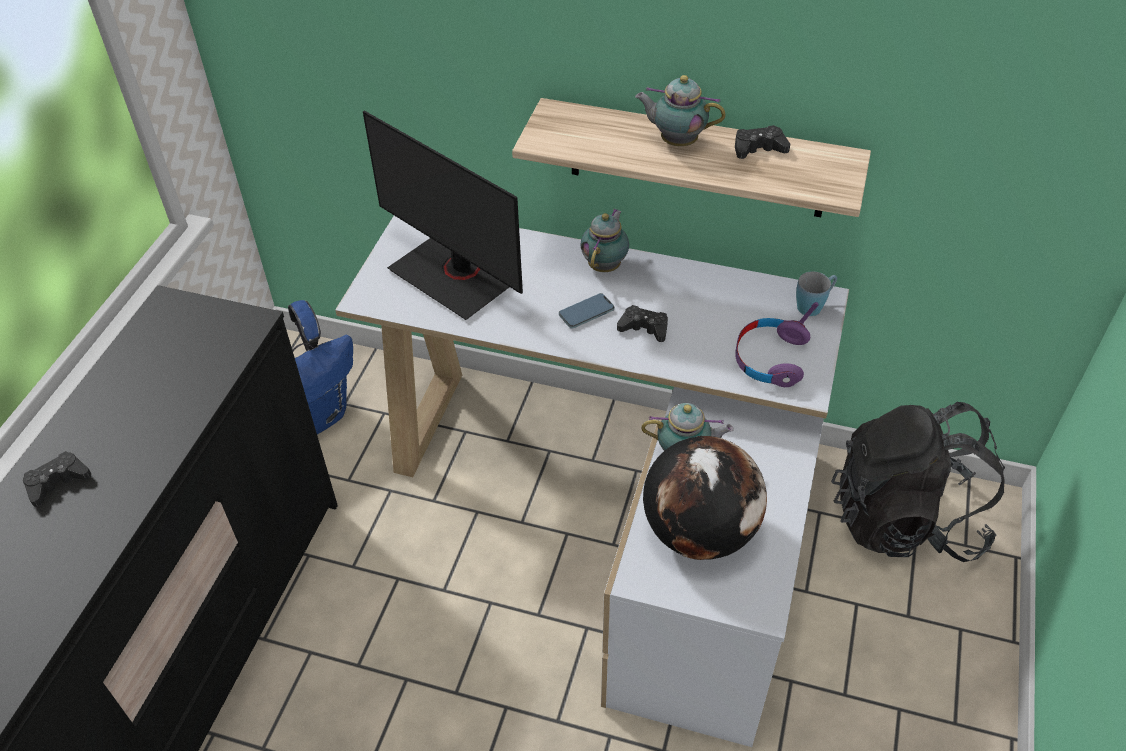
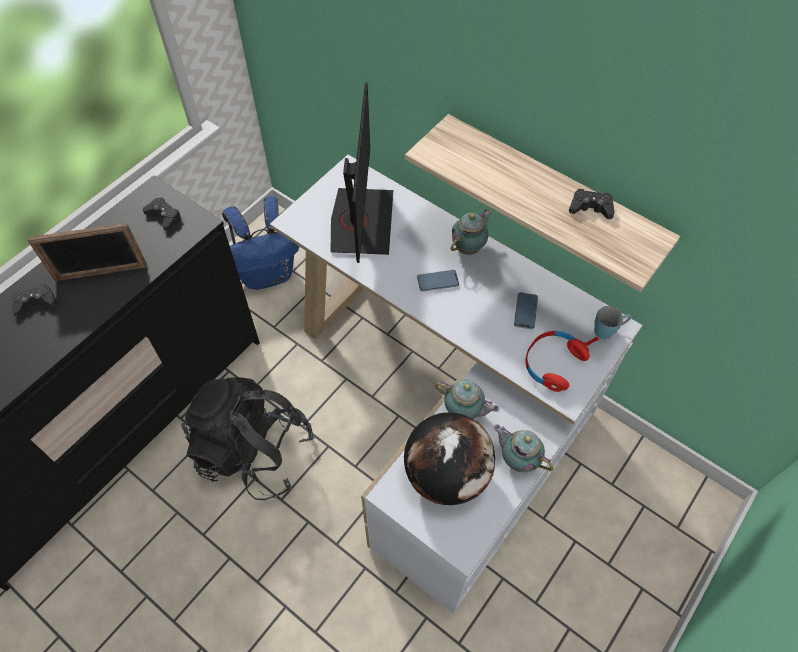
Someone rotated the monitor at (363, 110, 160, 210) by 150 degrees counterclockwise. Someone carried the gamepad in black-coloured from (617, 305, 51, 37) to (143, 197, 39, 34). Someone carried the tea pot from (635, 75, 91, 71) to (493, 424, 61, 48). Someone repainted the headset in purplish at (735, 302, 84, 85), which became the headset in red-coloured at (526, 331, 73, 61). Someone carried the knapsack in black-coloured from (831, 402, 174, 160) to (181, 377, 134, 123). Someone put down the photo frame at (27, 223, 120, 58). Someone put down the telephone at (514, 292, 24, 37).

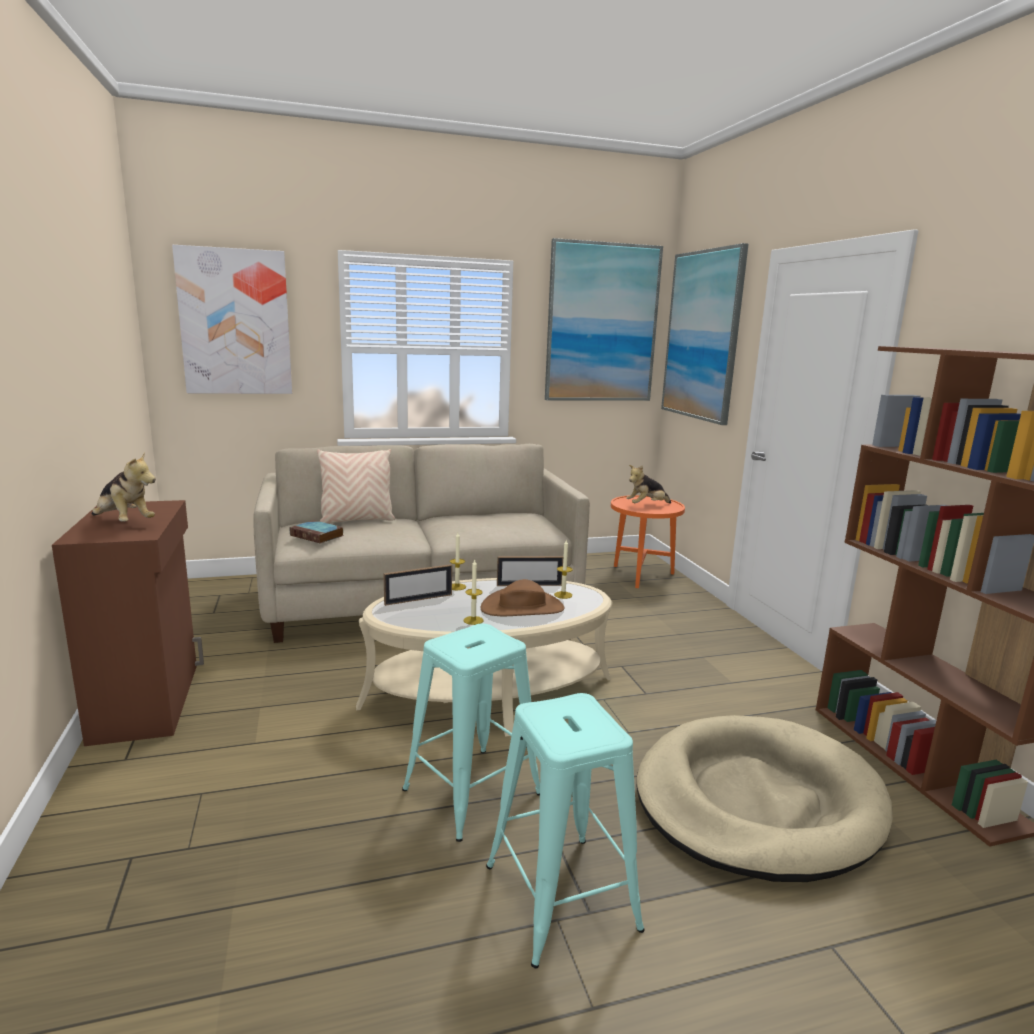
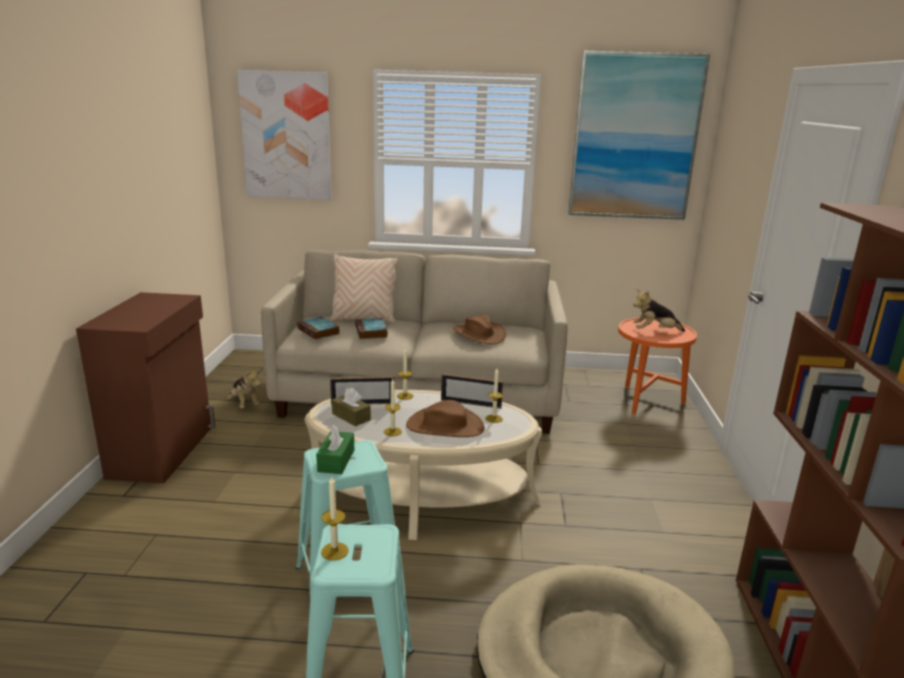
Someone carried the soft toy from (91, 452, 65, 70) to (227, 368, 34, 40). Someone took away the wall art at (661, 243, 87, 182). Someone put down the box of tissues in greenish at (316, 425, 38, 49). Someone put down the candle at (321, 475, 28, 86). Someone put down the box of tissues in brown at (332, 388, 39, 39). Someone put down the book at (355, 318, 33, 21). Someone put down the clothing hat in brown at (453, 315, 53, 29).

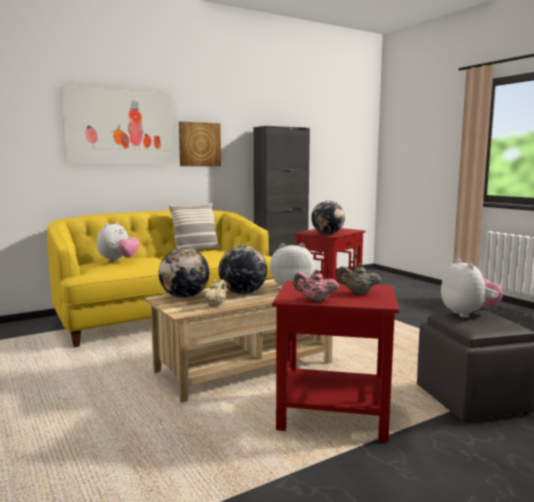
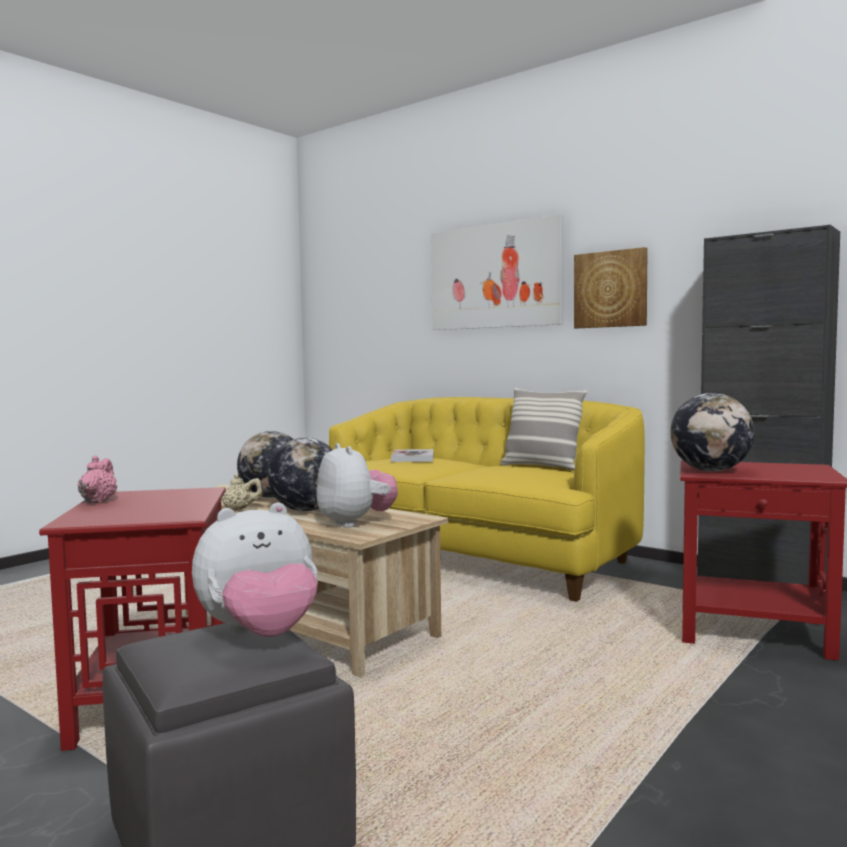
Someone swapped the soft toy at (97, 222, 42, 40) for the book at (391, 449, 43, 13). Someone took away the tea pot in beige-coloured at (337, 263, 44, 32).

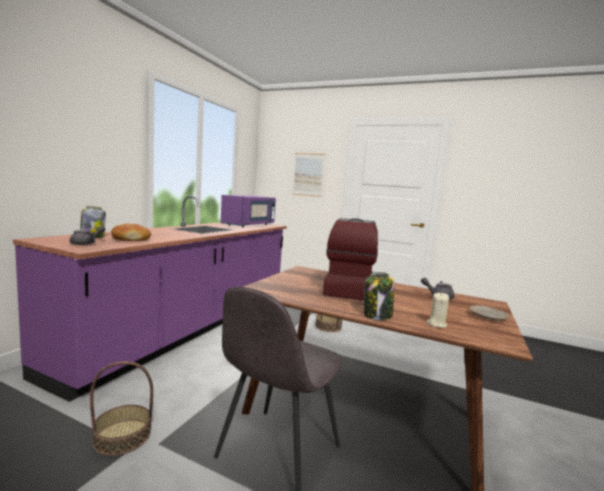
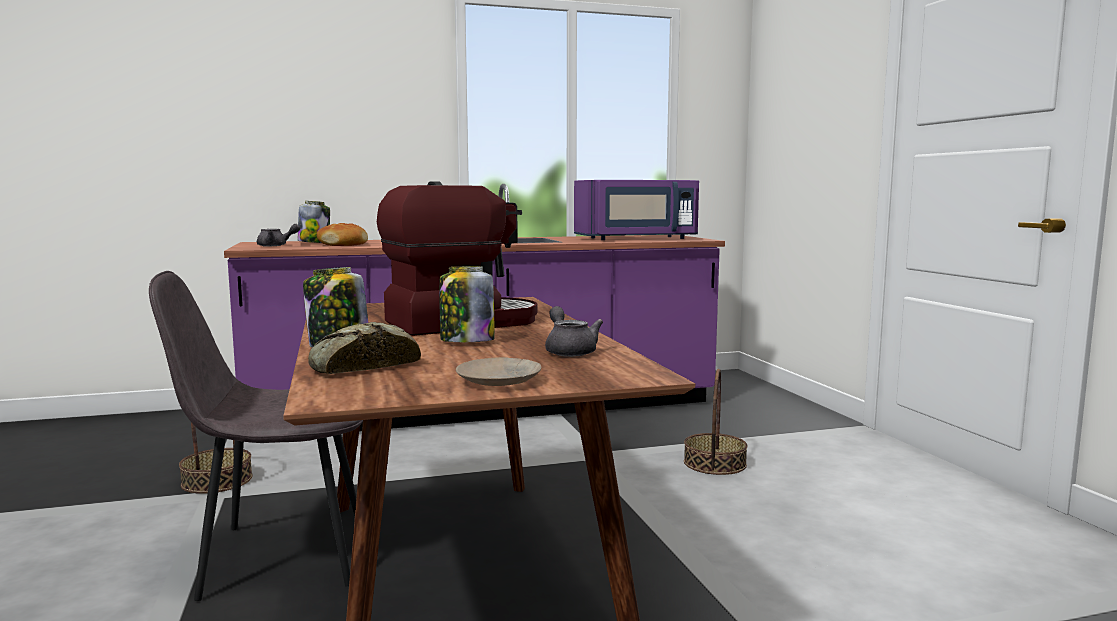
Someone took away the wall art at (292, 153, 33, 44). Someone swapped the candle in beige-coloured at (427, 292, 22, 36) for the baked bread at (308, 322, 113, 52). Someone put down the preserve jar at (439, 266, 56, 76).

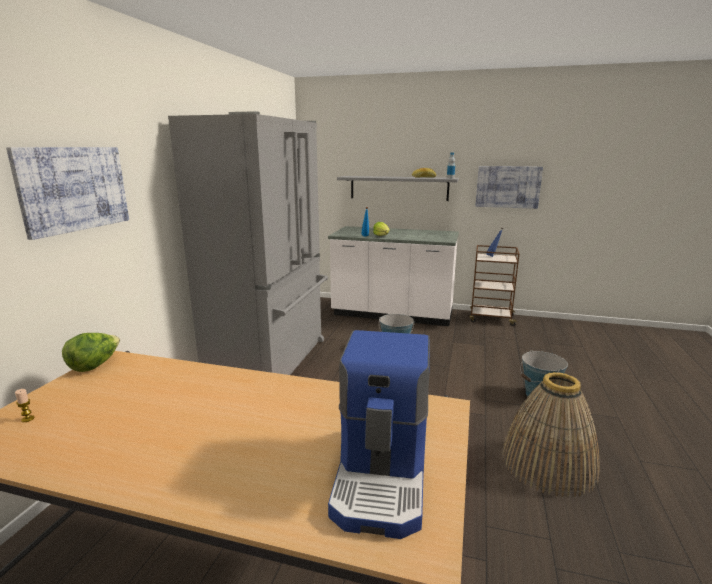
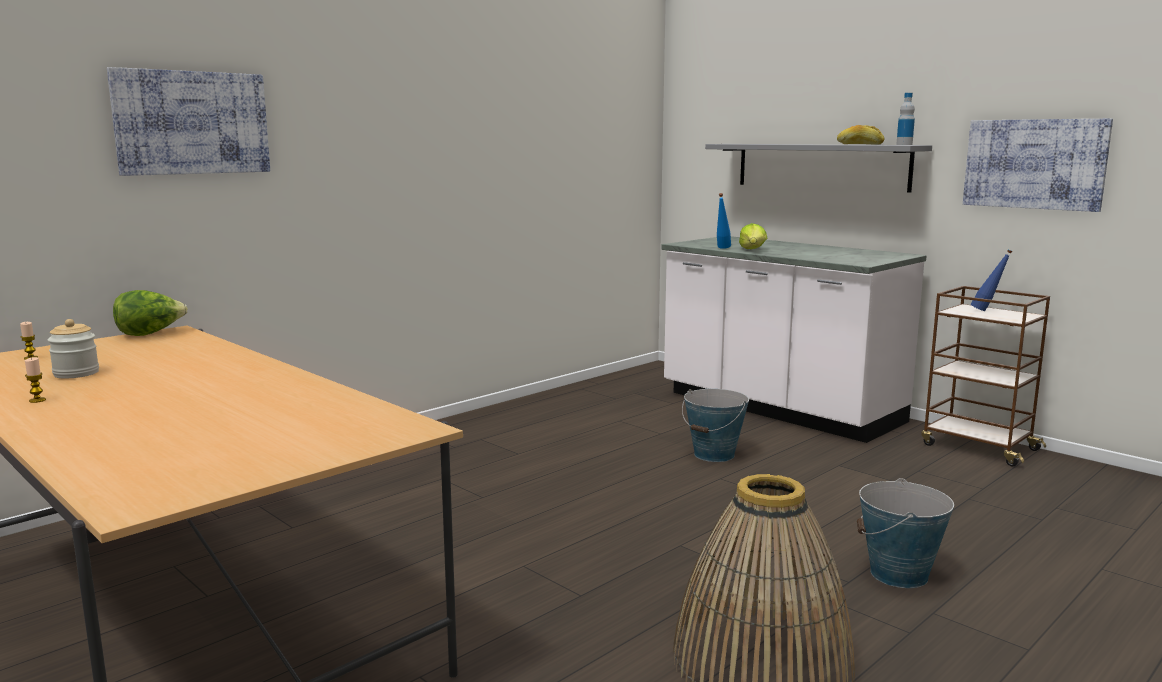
Someone took away the kitchen fridge in gray at (168, 111, 160, 264). Someone took away the coffee brewer at (328, 330, 102, 209). Someone put down the candle at (25, 357, 21, 46). Someone put down the preserve jar at (48, 319, 51, 59).

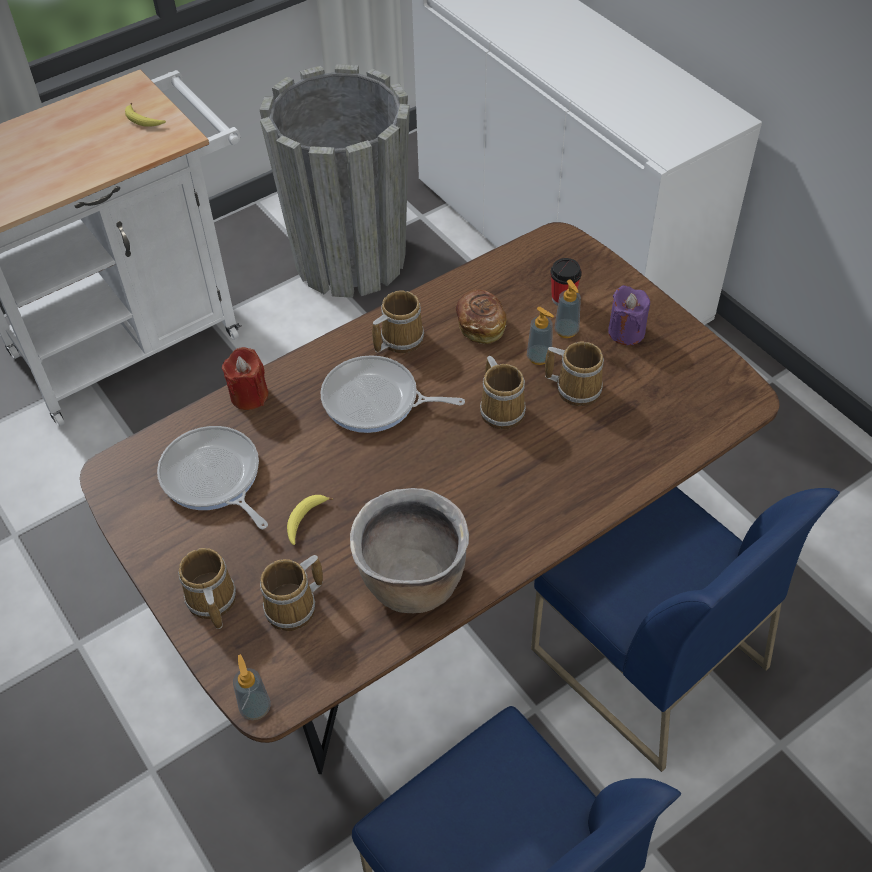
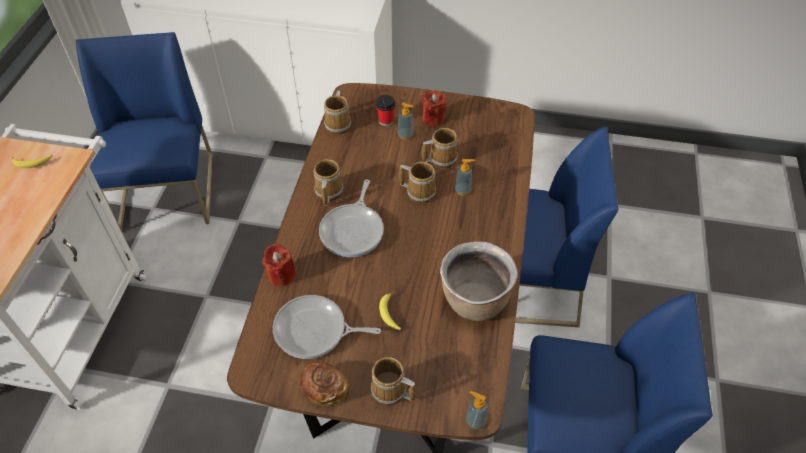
Someone swapped the plant pot in gray at (260, 64, 150, 234) for the chair in blue-coloured at (76, 32, 137, 200). Someone carried the tea mug from (260, 555, 63, 76) to (324, 91, 27, 44). Someone rotated the skillet at (321, 355, 144, 78) by 45 degrees counterclockwise. Someone carried the baked bread from (456, 290, 51, 54) to (299, 362, 50, 44). Someone carried the liquid soap bottle from (527, 307, 27, 58) to (455, 159, 20, 37). Someone repainted the candle in purplish at (608, 285, 42, 60), which became the candle in red-coloured at (422, 90, 24, 36).

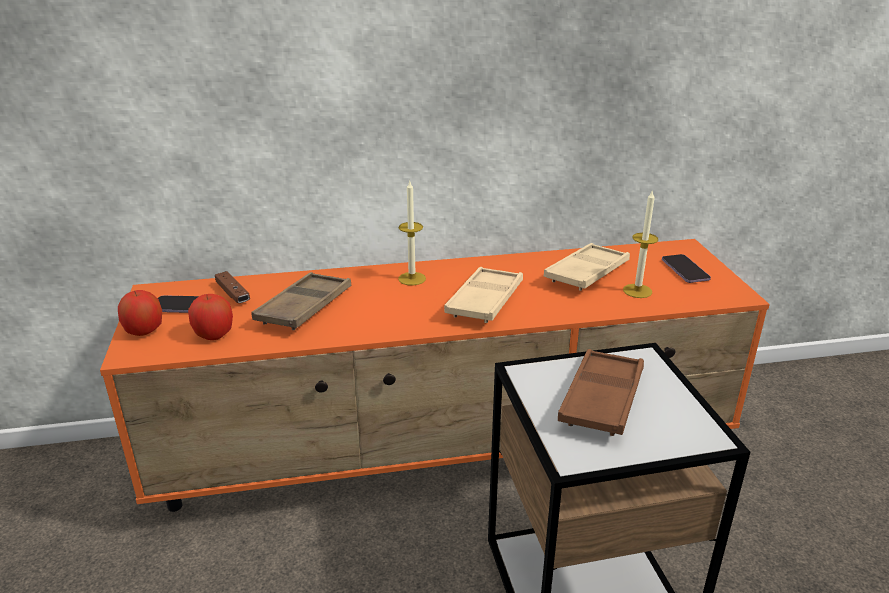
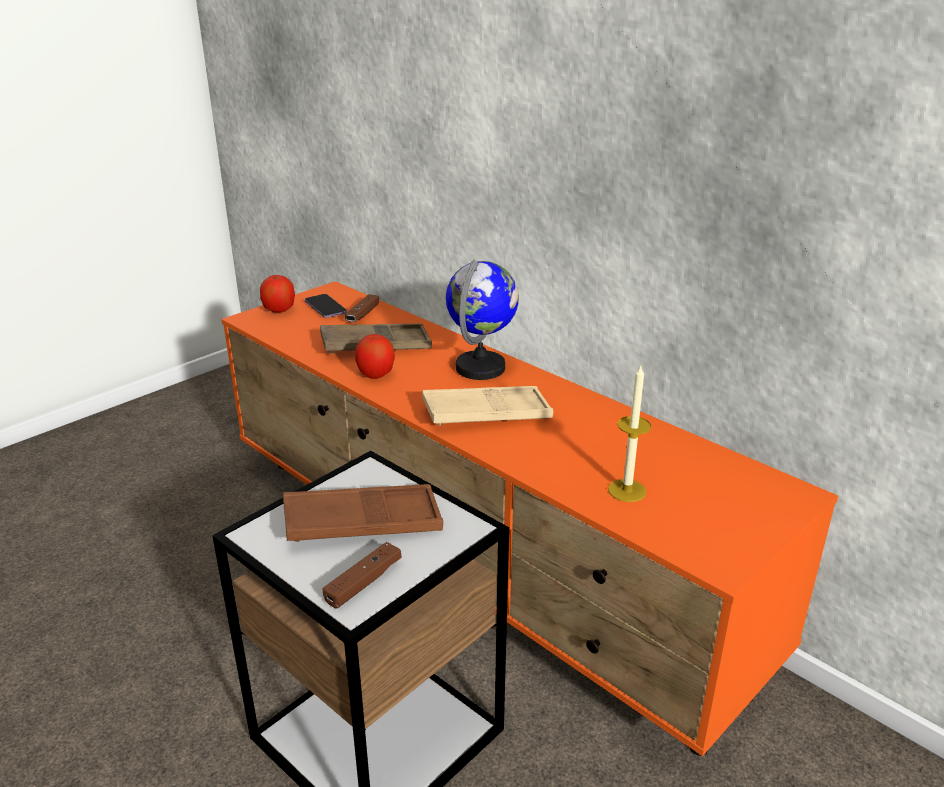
Someone carried the whole apple from (188, 294, 45, 46) to (355, 334, 40, 45). Someone swapped the candle at (398, 181, 28, 105) for the globe at (446, 259, 73, 121). Someone took away the carrying tray in beige-coloured at (544, 243, 86, 48). Someone took away the telephone at (662, 254, 49, 29). Someone put down the gamepad in brown at (322, 542, 80, 67).

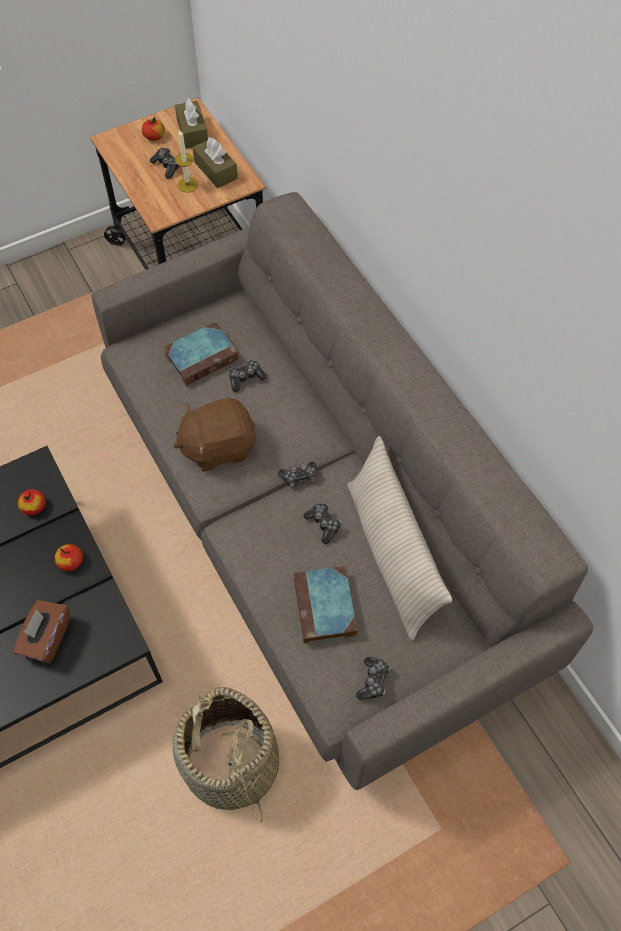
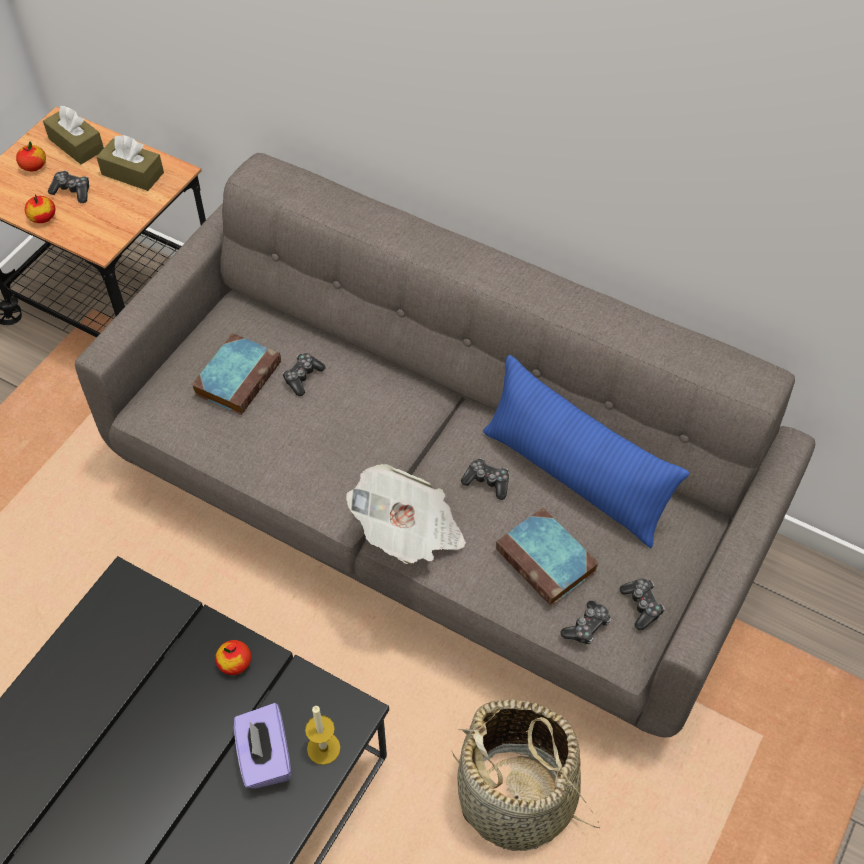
Someone repainted the box of tissues in brown at (13, 600, 57, 64), which became the box of tissues in purplish at (234, 703, 57, 86). Someone carried the whole apple from (18, 489, 27, 26) to (25, 194, 31, 29). Someone took away the soft toy in brown at (173, 398, 83, 74). Someone carried the candle from (175, 130, 23, 63) to (305, 706, 36, 59). Someone carried the gamepad from (278, 462, 38, 25) to (560, 601, 51, 44). Someone repainted the throw pillow in beige-coloured at (348, 436, 104, 205), which became the throw pillow in blue-coloured at (483, 355, 206, 193). Someone put down the printed paper at (346, 464, 120, 100).

